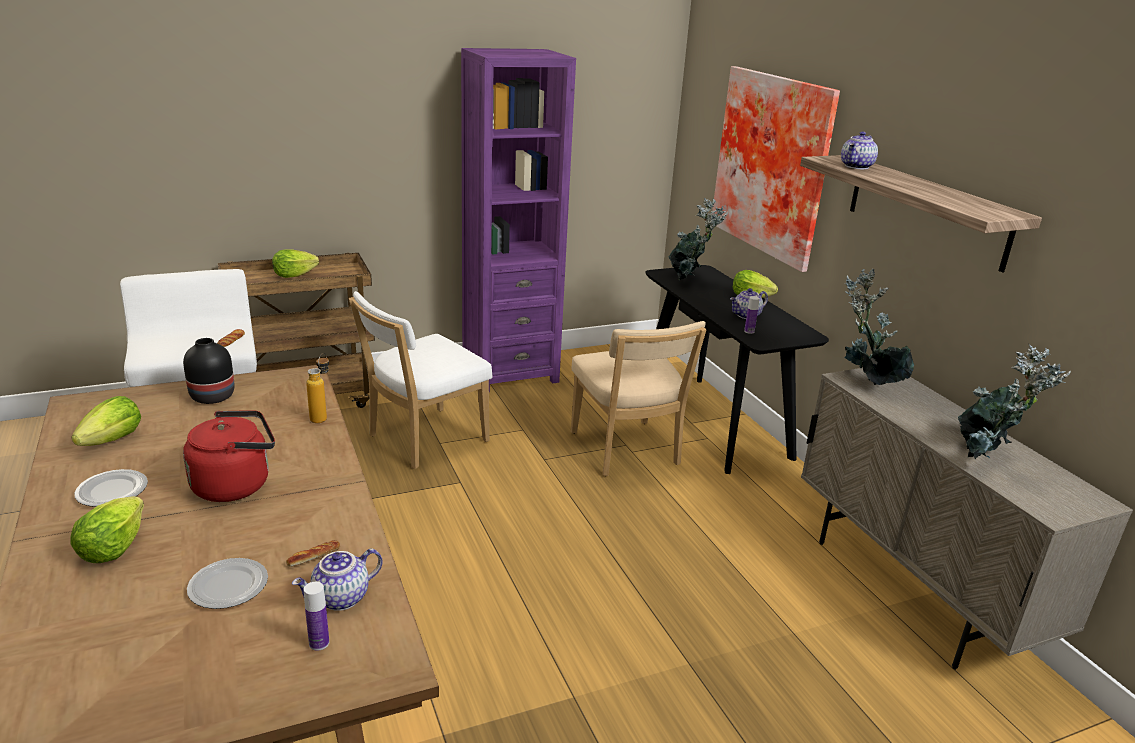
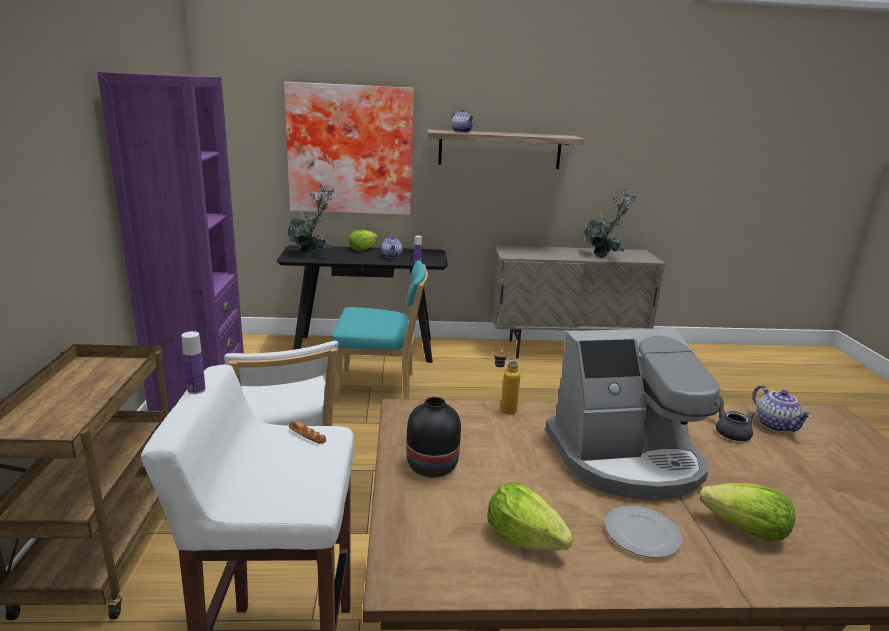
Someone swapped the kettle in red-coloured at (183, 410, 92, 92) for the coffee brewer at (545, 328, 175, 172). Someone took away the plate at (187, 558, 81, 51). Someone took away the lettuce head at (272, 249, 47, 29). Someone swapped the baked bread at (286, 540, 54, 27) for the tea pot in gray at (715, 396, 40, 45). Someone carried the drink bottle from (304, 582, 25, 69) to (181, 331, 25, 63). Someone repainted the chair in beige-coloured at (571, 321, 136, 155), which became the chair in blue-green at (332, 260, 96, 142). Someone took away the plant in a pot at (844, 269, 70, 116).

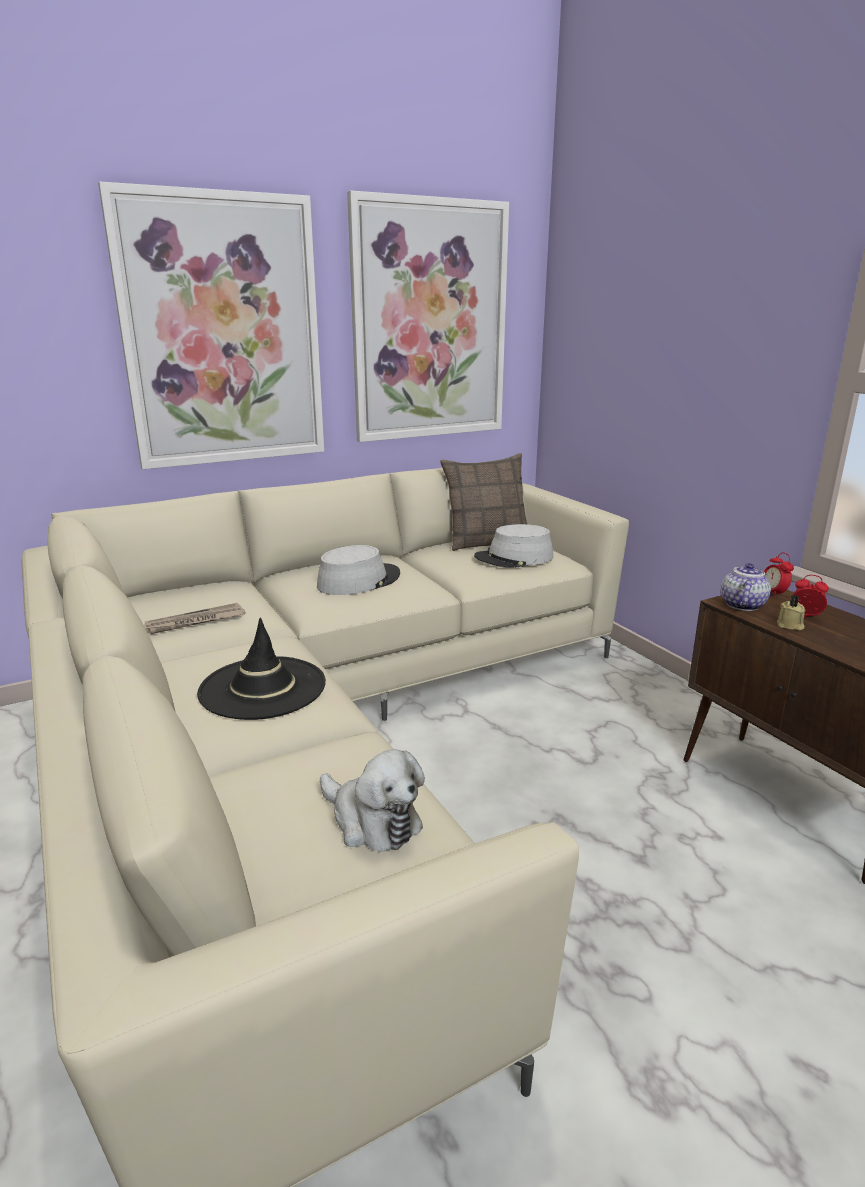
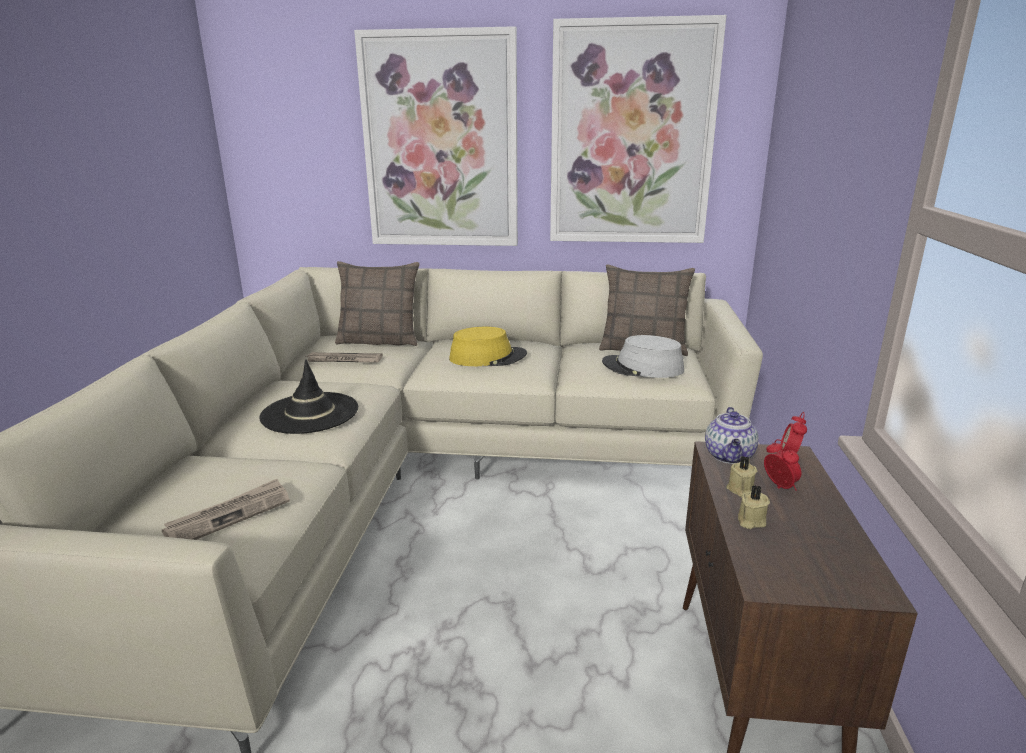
Someone repainted the clothing hat in gray at (317, 545, 83, 50), which became the clothing hat in yellow-coloured at (449, 327, 78, 39). Someone swapped the soft toy at (320, 749, 105, 103) for the printed paper at (162, 479, 128, 61). Someone rotated the tea pot at (721, 563, 50, 48) by 135 degrees clockwise. Someone put down the throw pillow at (335, 261, 84, 85). Someone put down the candle in beige-coloured at (738, 485, 32, 44).

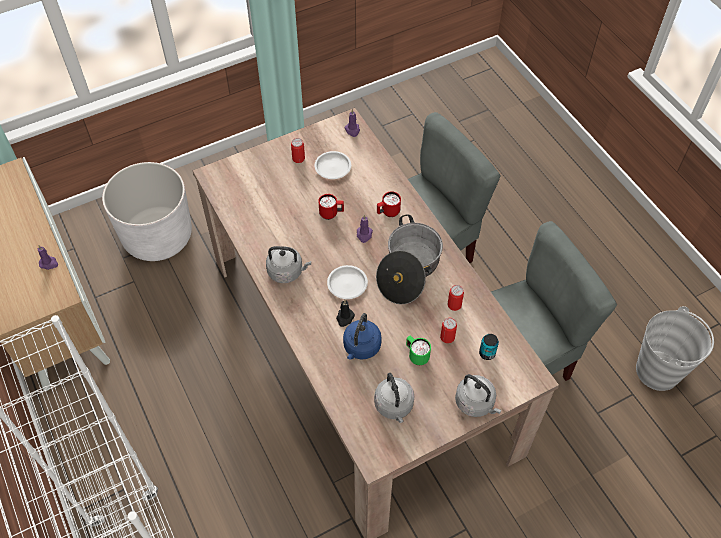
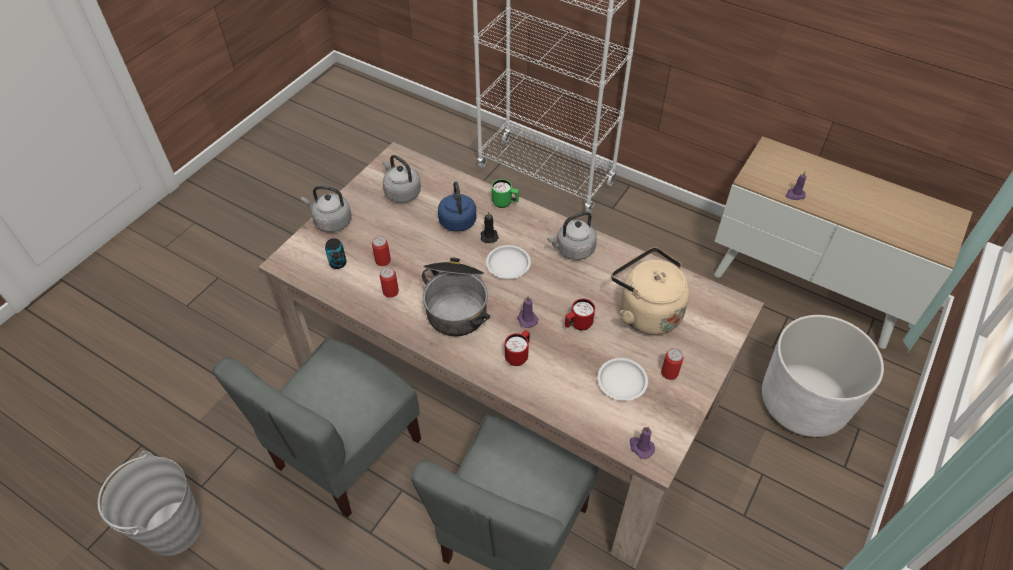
Someone carried the tea mug in greenish from (406, 336, 25, 29) to (492, 179, 27, 29). Someone put down the kettle in beige-coloured at (611, 247, 79, 88).

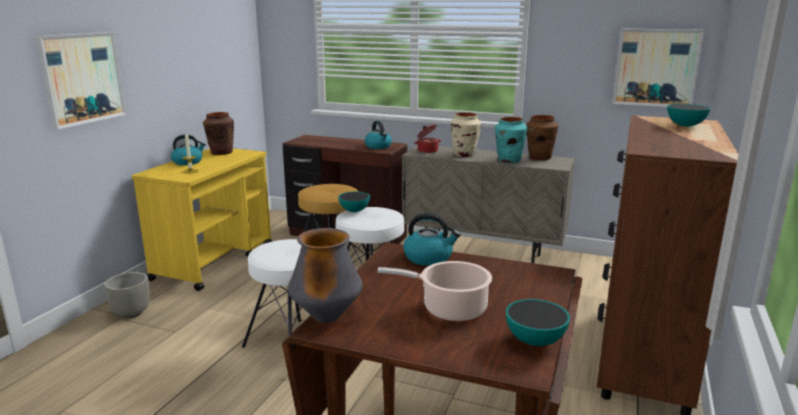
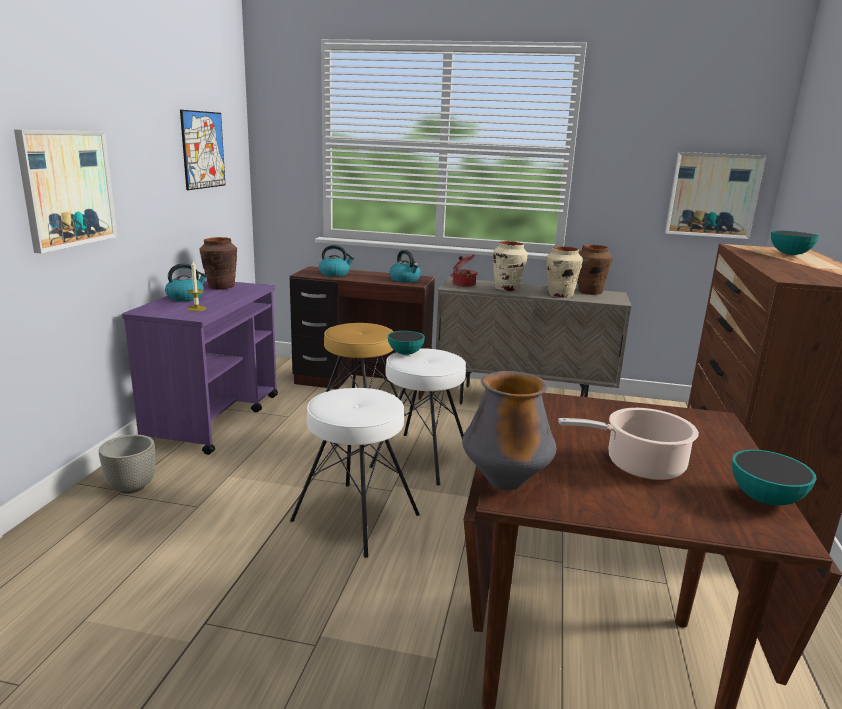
Someone repainted the trolley in yellow-coloured at (132, 148, 140, 143), which became the trolley in purplish at (122, 280, 156, 175). Someone carried the kettle from (403, 213, 58, 53) to (319, 245, 35, 32). Someone repainted the vase in blue-green at (495, 117, 32, 46), which became the vase in beige-coloured at (546, 246, 37, 52). Someone put up the wall art at (180, 110, 45, 80).

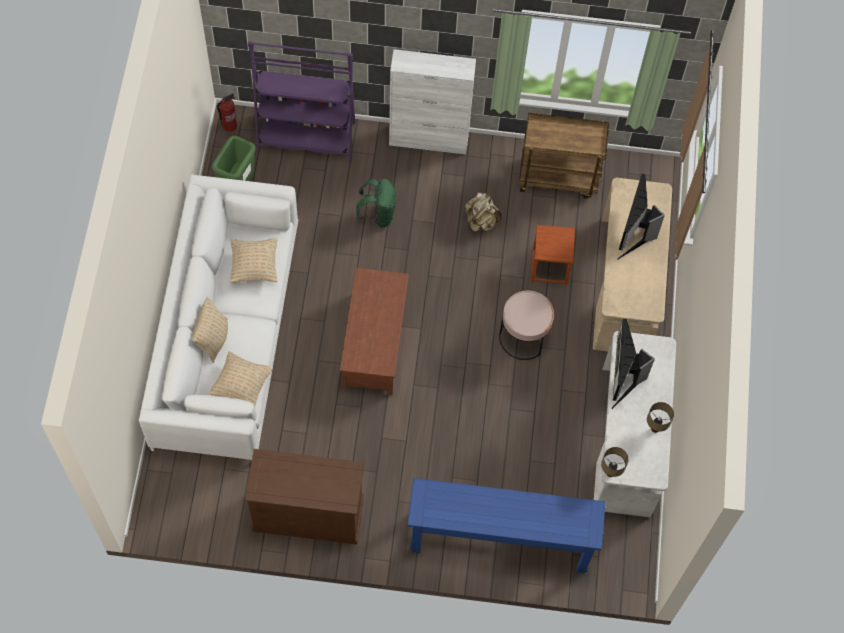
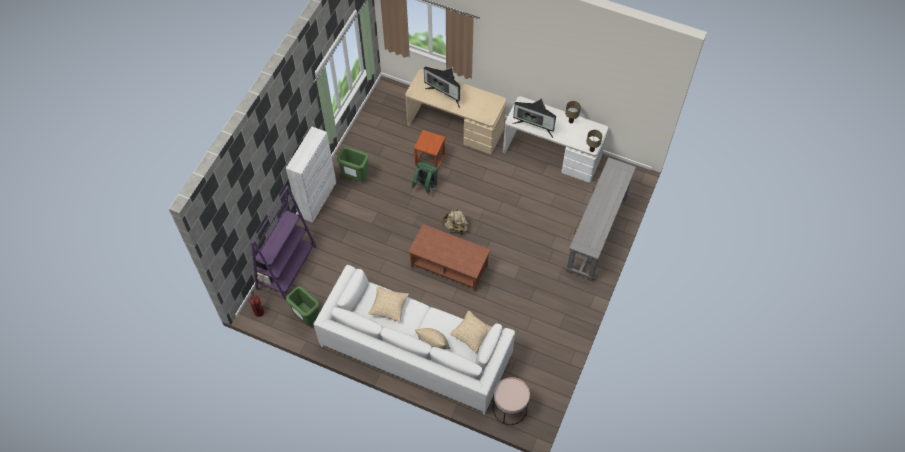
Someone took away the storage cabinet in brown at (245, 449, 119, 95). Someone carried the knapsack in greenish from (356, 179, 40, 49) to (412, 162, 26, 33). Someone repainted the hall table in blue-coloured at (407, 478, 198, 95), which became the hall table in gray at (566, 157, 70, 124). Someone carried the knapsack in beige-coloured from (465, 192, 37, 40) to (442, 208, 26, 26). Someone carried the side table in pinkish from (499, 291, 55, 69) to (493, 377, 37, 48). Someone took away the trolley in brown at (519, 112, 90, 87). Someone put down the rubbish bin in greenish at (337, 147, 32, 35).

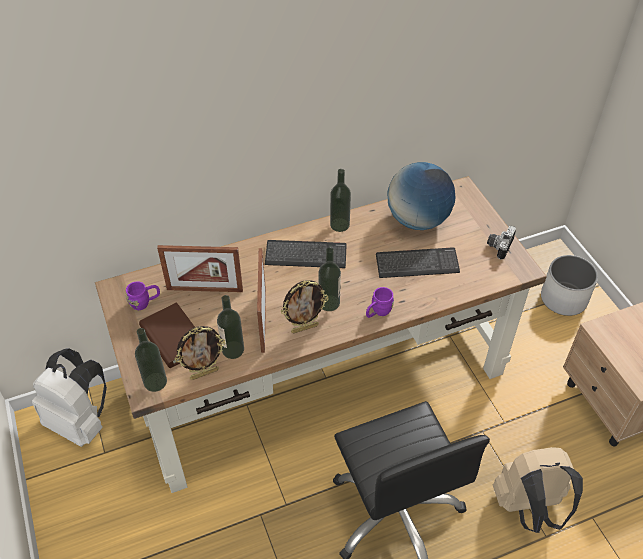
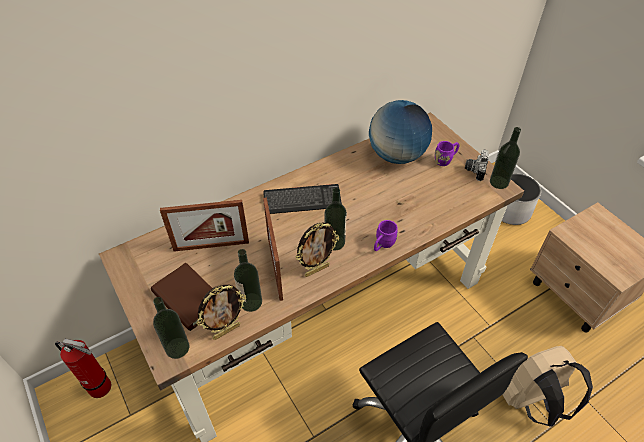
Someone swapped the knapsack in whitish at (32, 348, 75, 99) for the fire extinguisher at (55, 339, 56, 59). Someone carried the tea mug in purplish from (126, 281, 34, 29) to (435, 141, 24, 25). Someone carried the drink bottle from (330, 169, 21, 63) to (490, 127, 31, 62). Someone took away the PC keyboard at (376, 247, 84, 31).

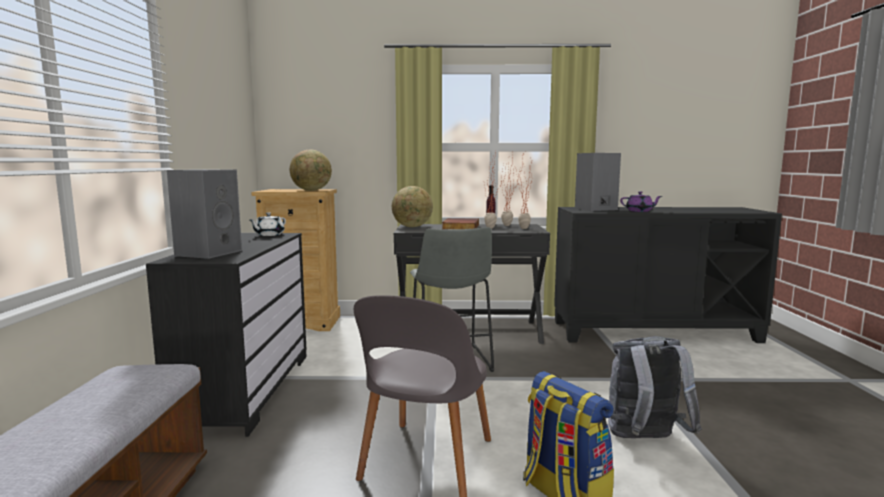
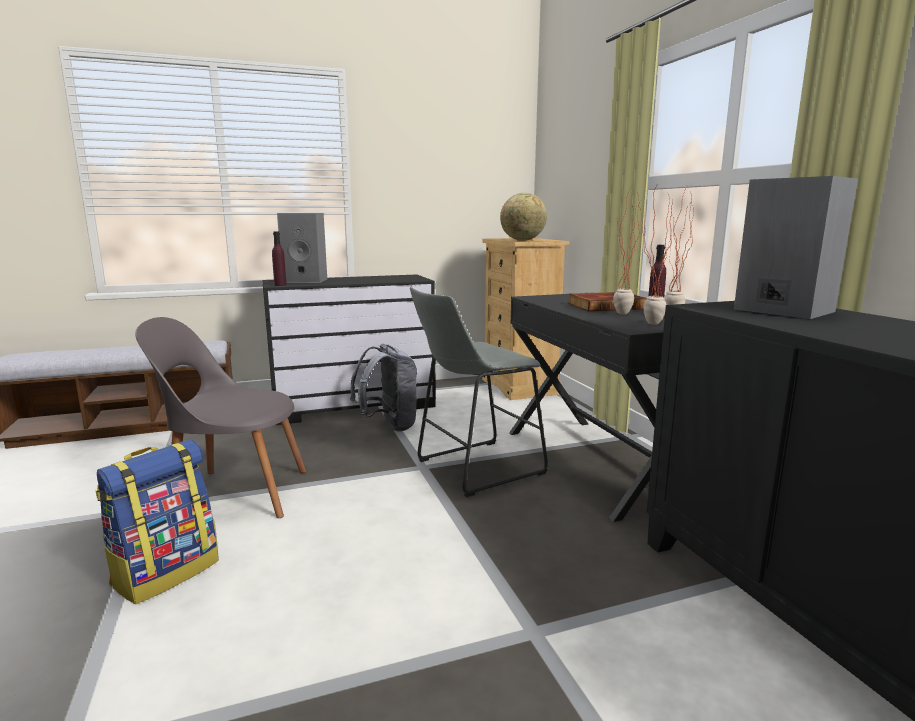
Someone took away the tea pot in whitish at (250, 212, 36, 24). Someone took away the globe at (392, 186, 41, 41). Someone carried the knapsack in gray from (608, 336, 94, 102) to (350, 343, 68, 89). Someone took away the tea pot in purplish at (620, 192, 42, 20). Someone put down the drink bottle in purplish at (272, 231, 15, 55).

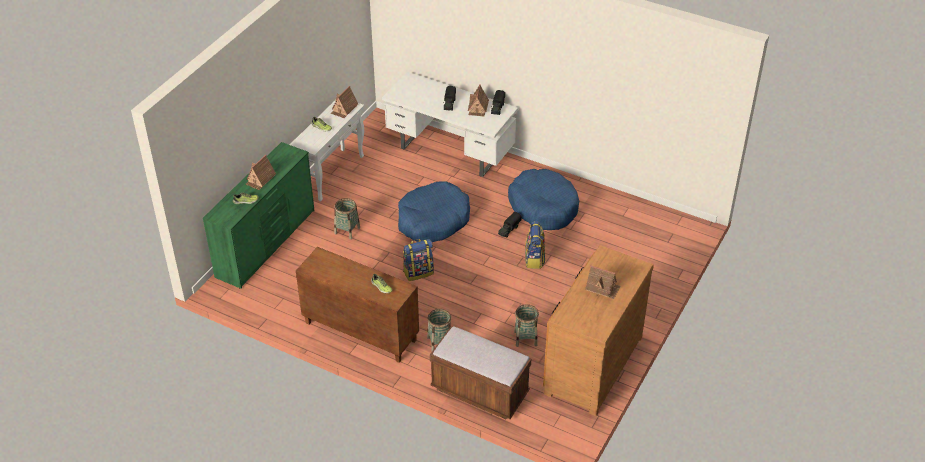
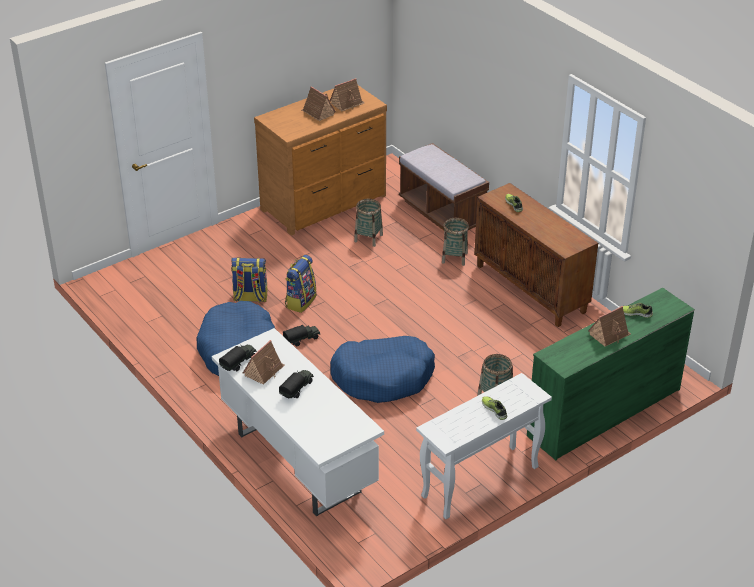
Someone carried the miniature house from (331, 86, 27, 32) to (330, 78, 35, 33). Someone carried the knapsack from (403, 239, 31, 42) to (231, 257, 36, 45).

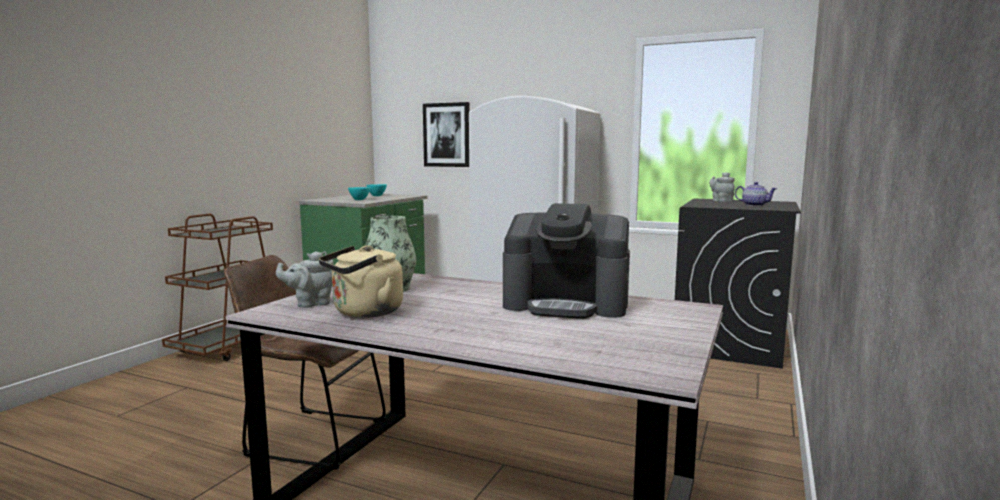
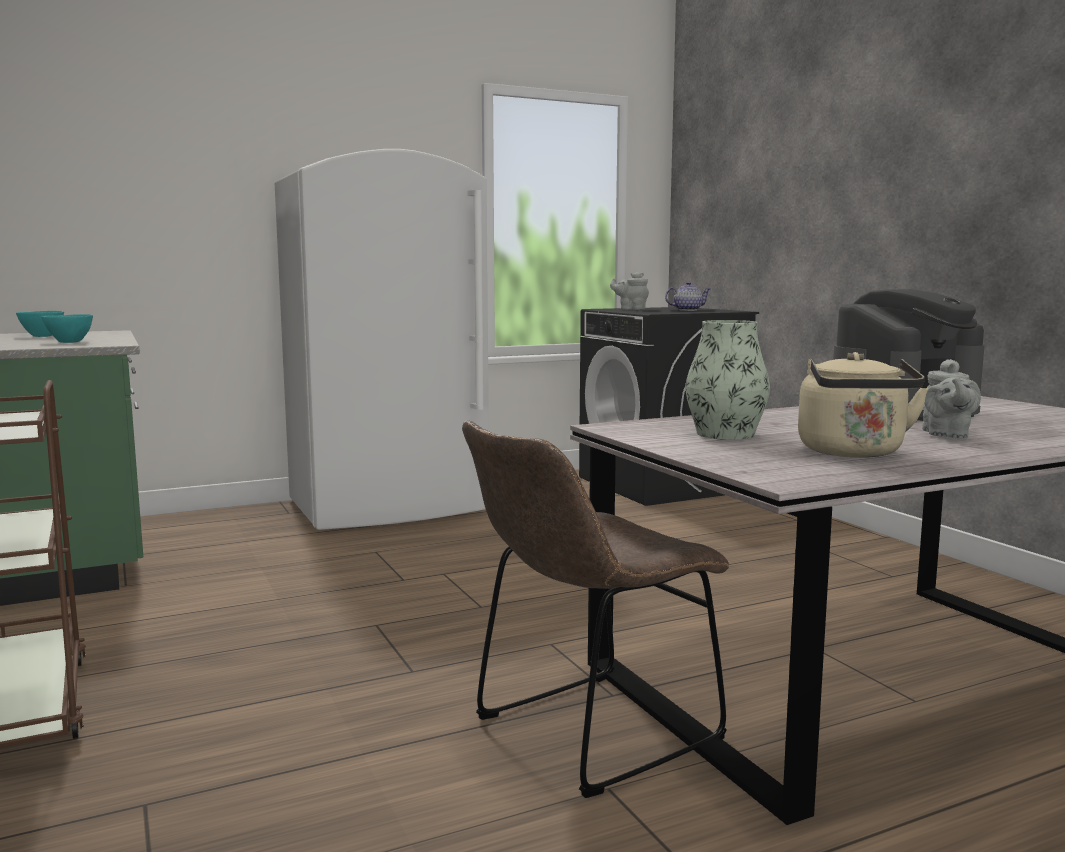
Someone carried the tea pot in gray from (276, 251, 58, 57) to (922, 359, 59, 80). Someone took away the wall art at (423, 102, 46, 65).

